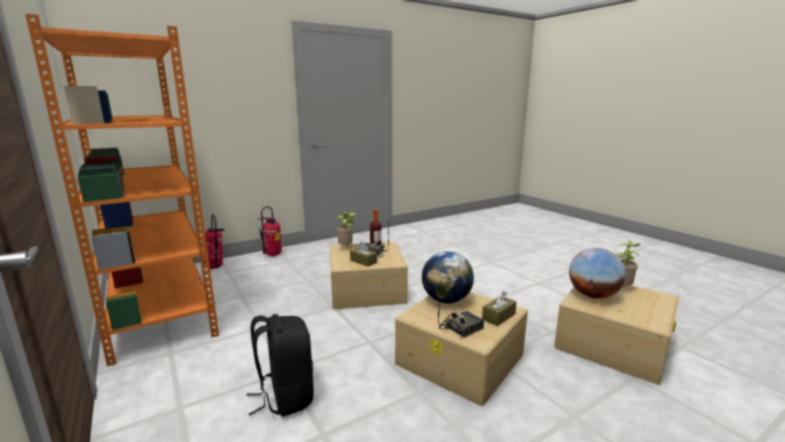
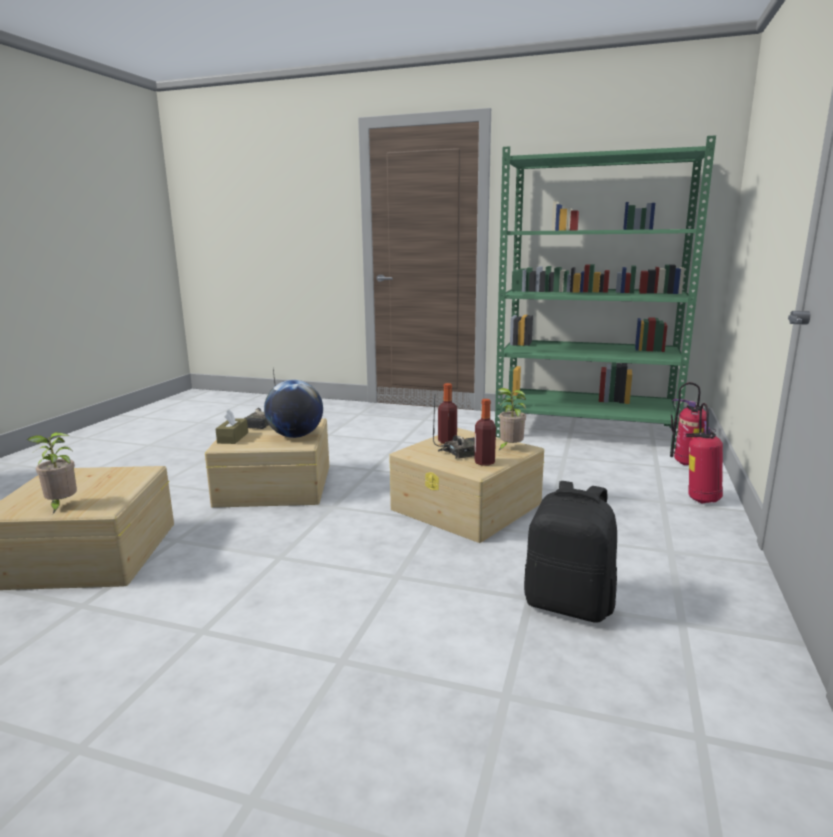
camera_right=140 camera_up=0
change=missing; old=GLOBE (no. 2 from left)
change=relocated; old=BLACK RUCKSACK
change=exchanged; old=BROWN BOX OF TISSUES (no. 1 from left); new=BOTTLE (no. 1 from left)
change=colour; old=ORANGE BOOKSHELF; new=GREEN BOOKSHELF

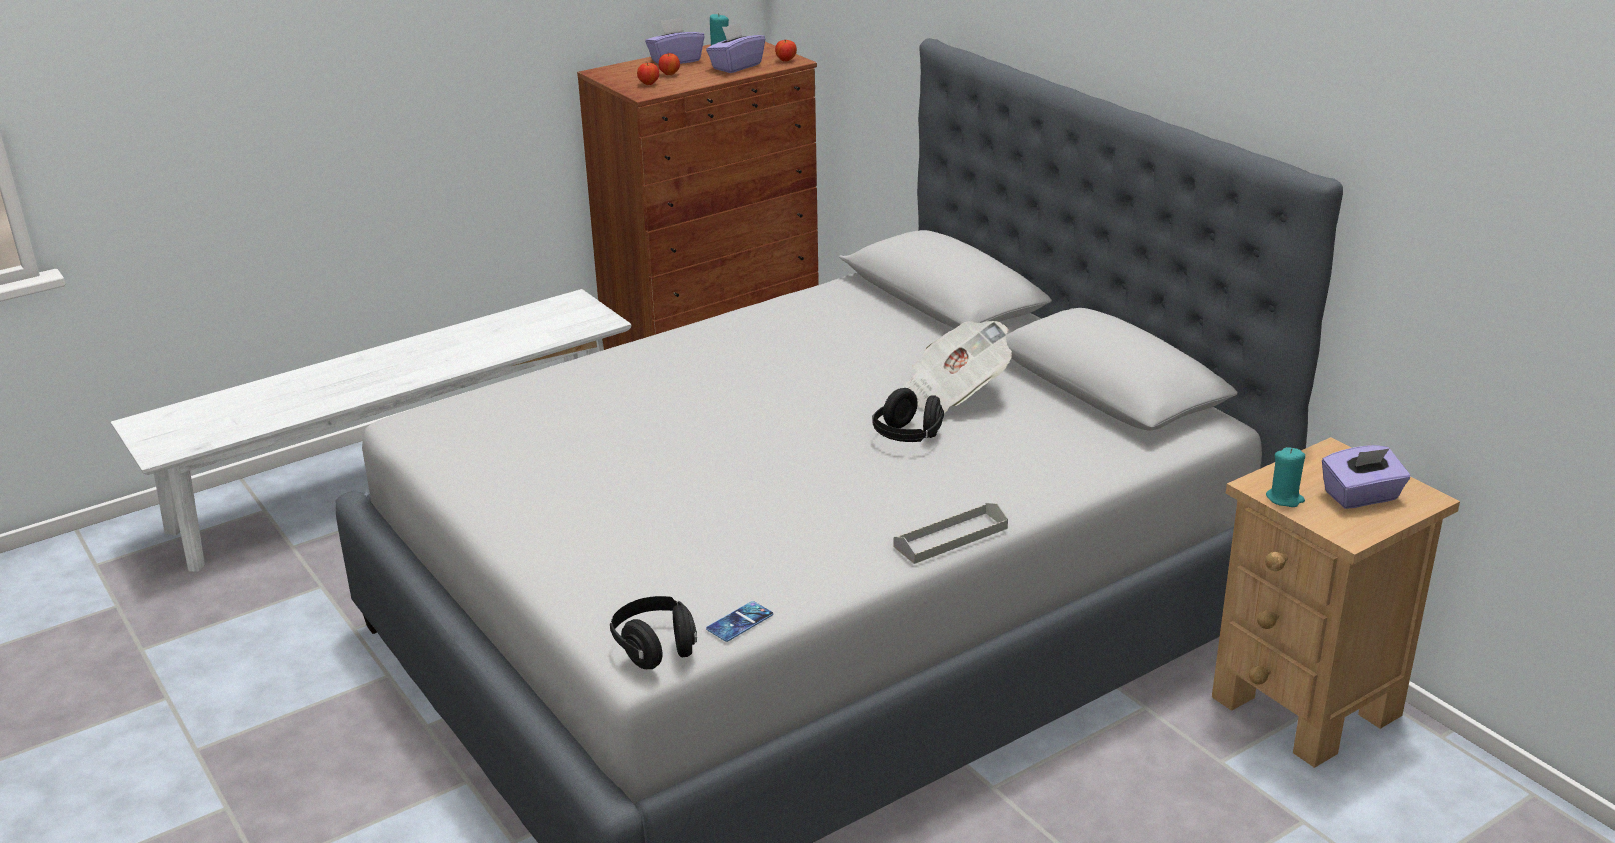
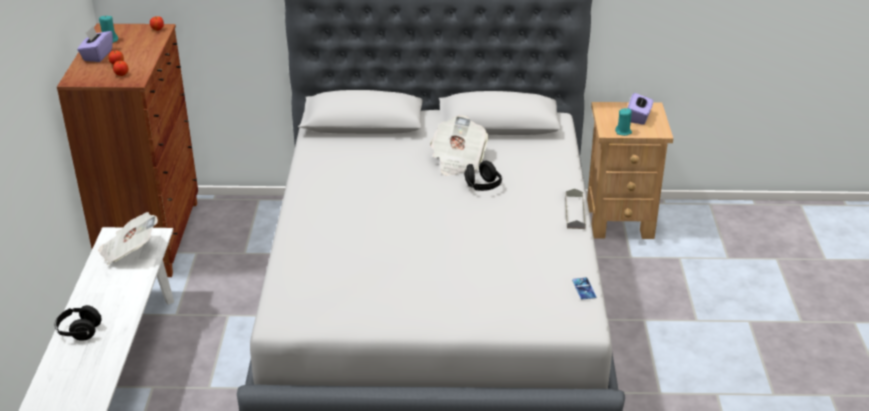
camera_right=-55 camera_up=5
change=missing; old=PURPLE-COLOURED BOX OF TISSUES (no. 2 from left)
change=appeared; new=DAILY PAPER (no. 1 from left)
change=relocated; old=BLACK HEADPHONES (no. 1 from left)

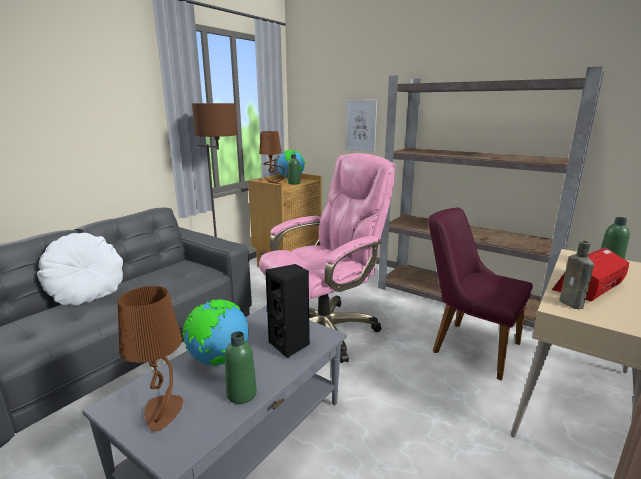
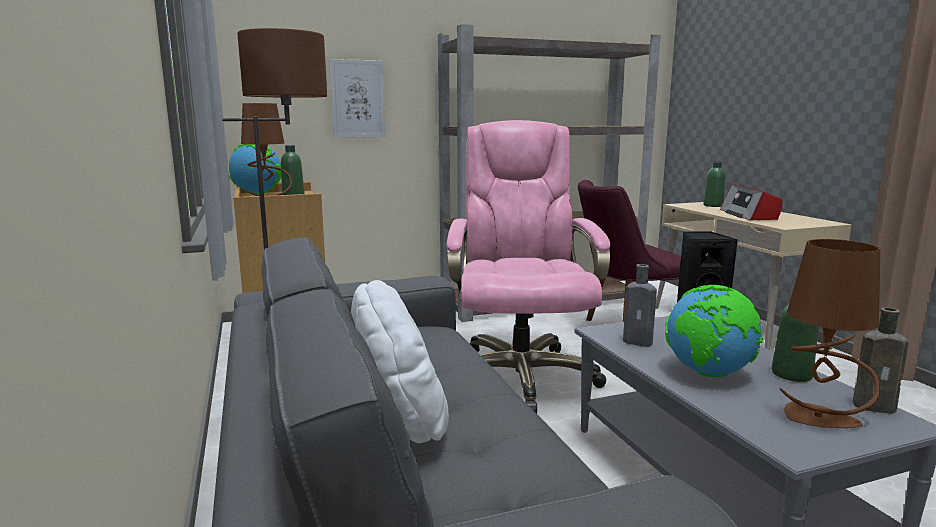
camera_right=-55 camera_up=-5
change=appeared; new=GREYISH BOTTLE
change=relocated; old=BROWN BOTTLE

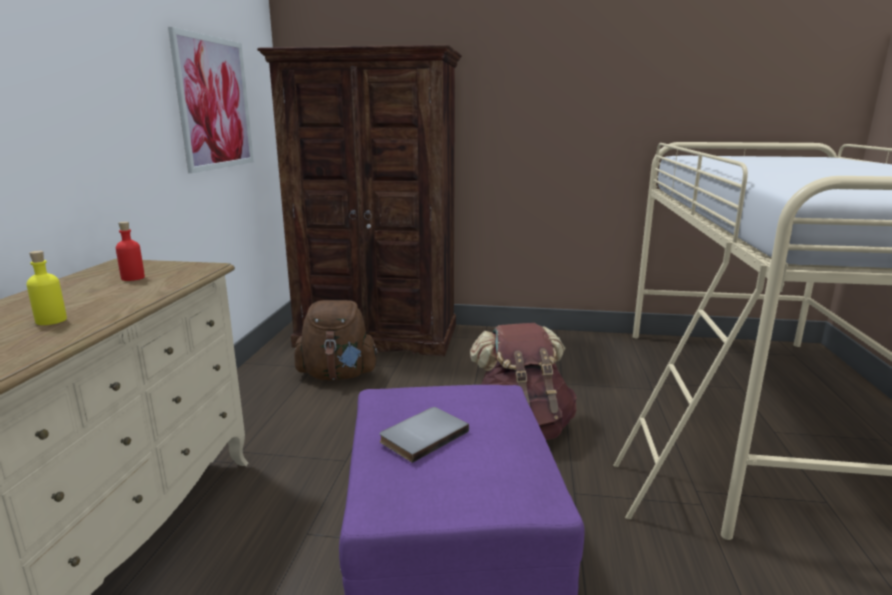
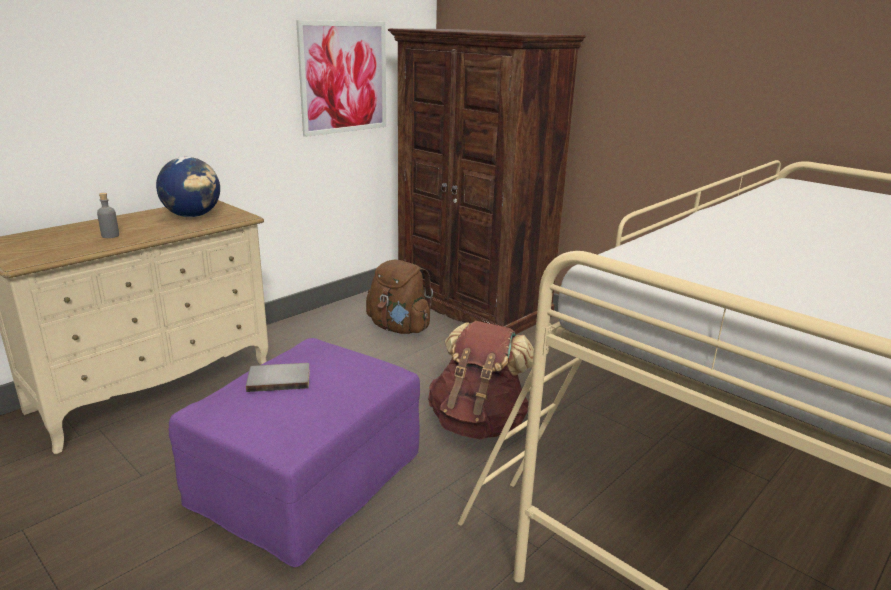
camera_right=35 camera_up=5
change=exchanged; old=RED-COLOURED BOTTLE; new=GLOBE
change=colour; old=YELLOW-COLOURED BOTTLE; new=GREYISH BOTTLE

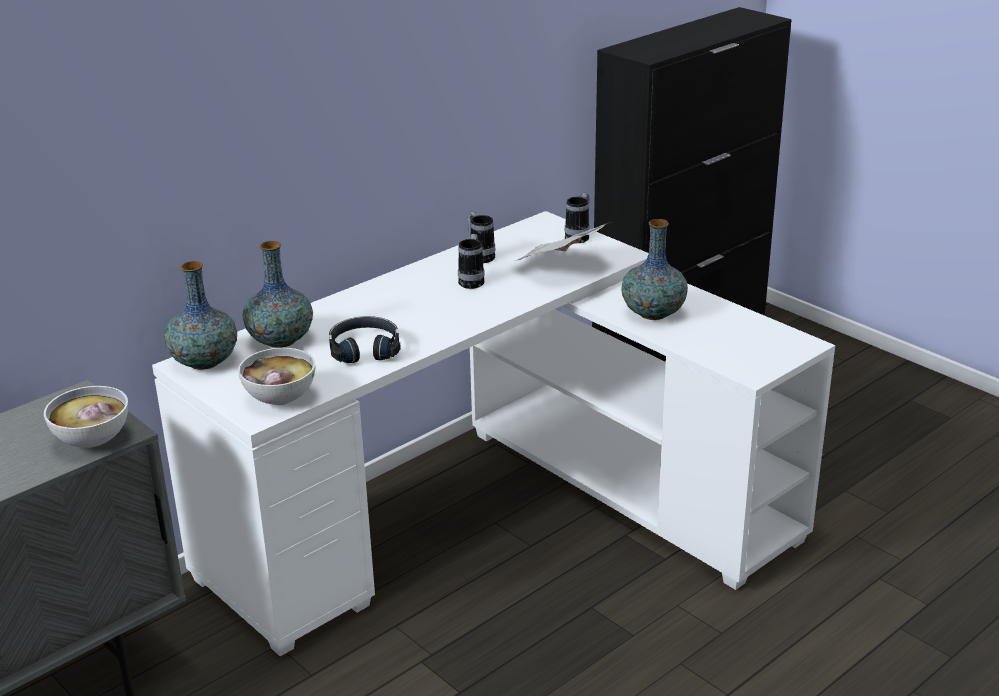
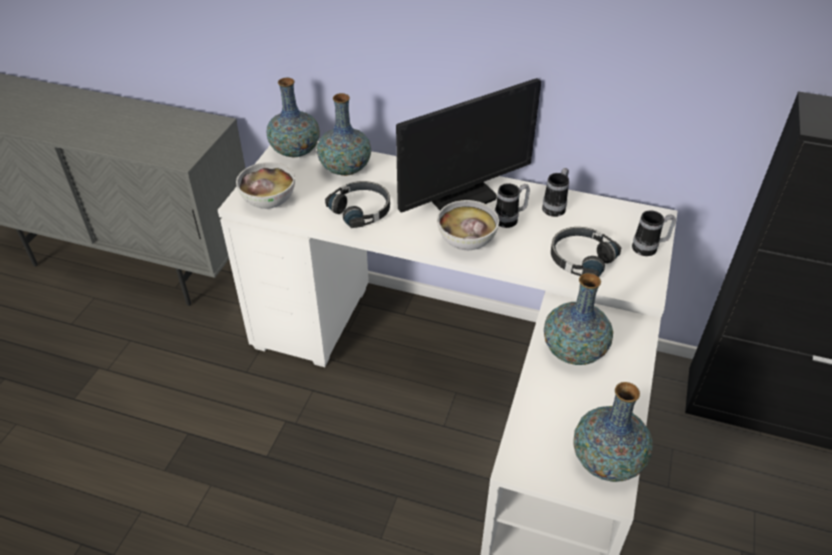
camera_right=60 camera_up=15
change=appeared; new=COMPUTER SCREEN
change=appeared; new=FLOWER VASE (no. 4 from left)
change=relocated; old=BOWL (no. 1 from left in the first image); new=BOWL (no. 2 from left)
change=exchanged; old=DAILY PAPER; new=BLACK HEADPHONES (no. 2 from left)

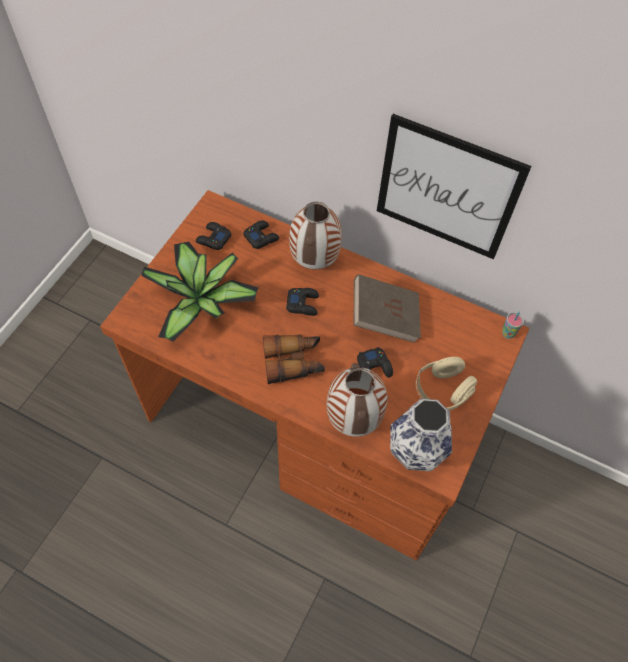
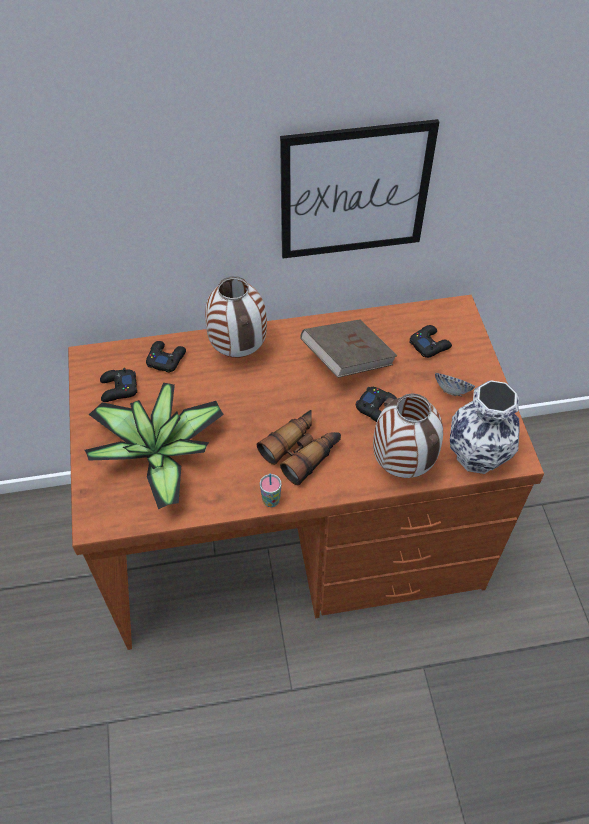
camera_right=-35 camera_up=-5
change=relocated; old=BLACK GAMEPAD (no. 3 from left in the first image); new=BLACK GAMEPAD (no. 4 from left)
change=relocated; old=DRINKING CUP
change=exchanged; old=BEIGE HEADPHONES; new=BOWL

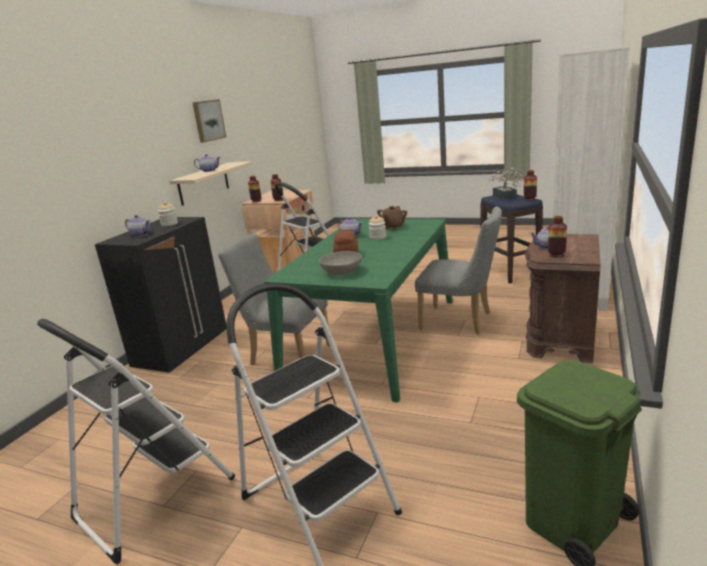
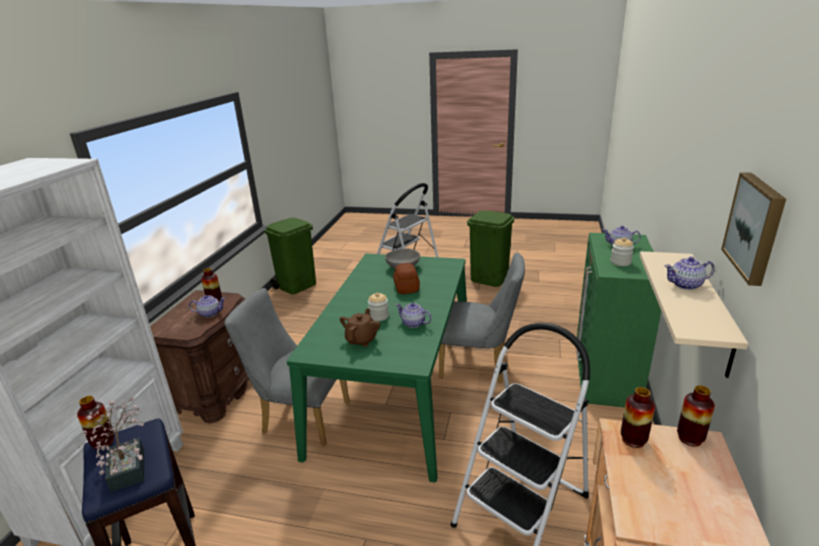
camera_right=170 camera_up=5
change=exchanged; old=STEP LADDER (no. 1 from left); new=GREEN WASTE BIN (no. 2 from left)
change=colour; old=BLACK STORAGE CABINET; new=GREEN STORAGE CABINET

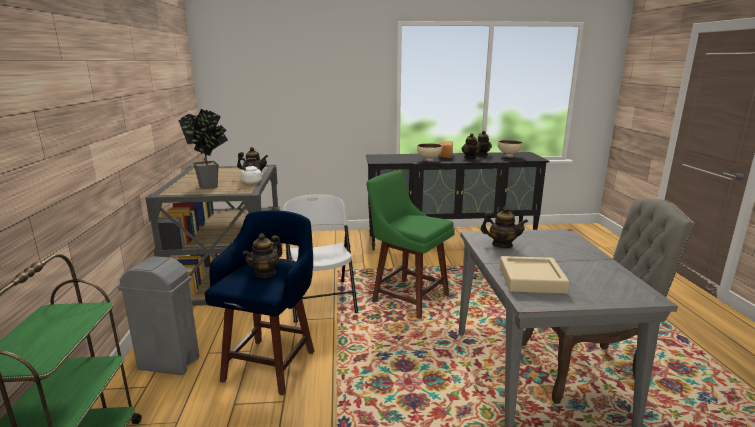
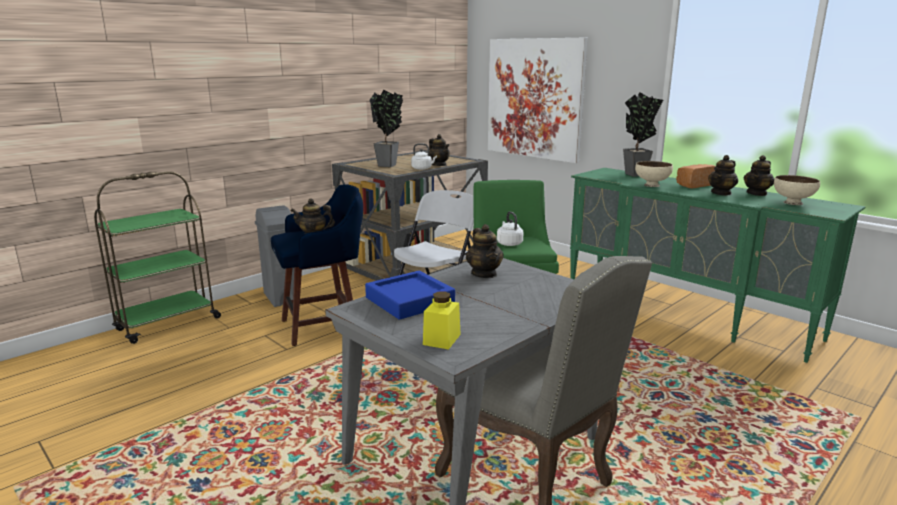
camera_right=50 camera_up=0
change=appeared; new=YELLOW-COLOURED STORAGE JAR
change=appeared; new=PICTURE
change=appeared; new=WHITISH WATER KETTLE (no. 2 from left)
change=appeared; new=PLANT IN A POT (no. 2 from left)
change=colour; old=BLACK STORAGE CABINET; new=GREEN STORAGE CABINET
change=colour; old=BEIGE CARRYING TRAY; new=BLUE CARRYING TRAY

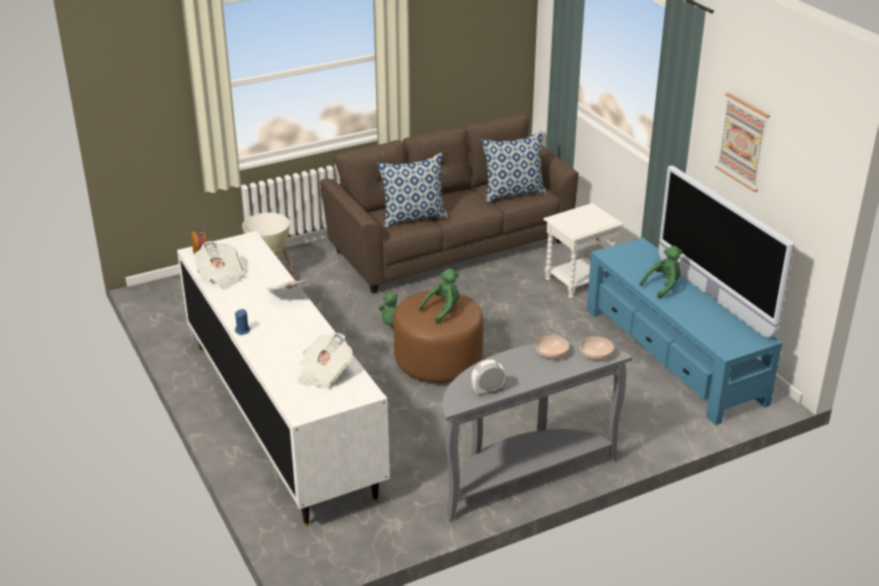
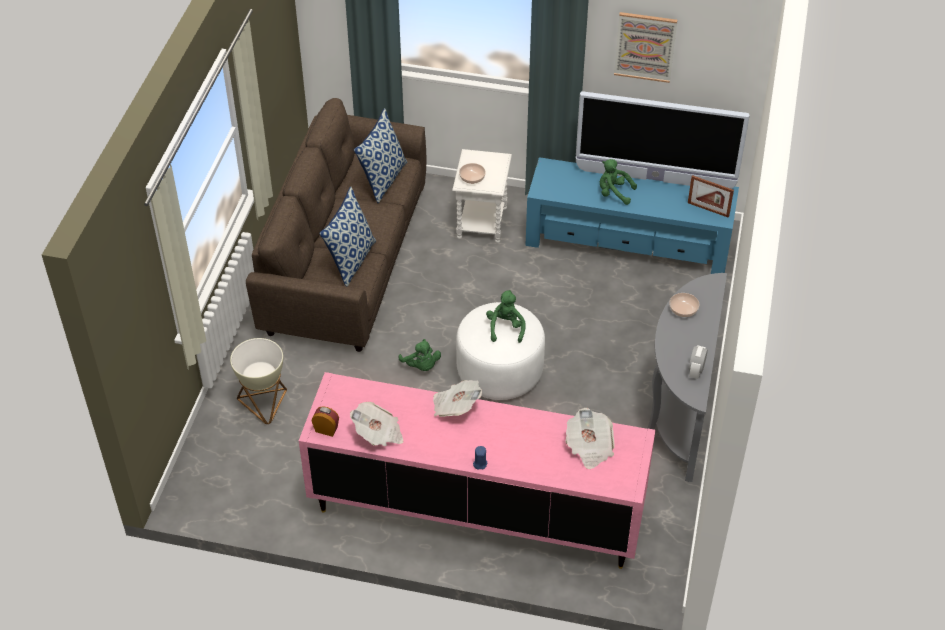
camera_right=-50 camera_up=15
change=appeared; new=STANDING FRAME
change=relocated; old=BOWL (no. 2 from left in the first image); new=BOWL (no. 1 from left)
change=colour; old=WHITISH STORAGE CABINET; new=PINK STORAGE CABINET
change=colour; old=BROWN POUFFE; new=WHITISH POUFFE
change=spun; old=GREEN SOFT TOY (no. 3 from left); degrees=-75

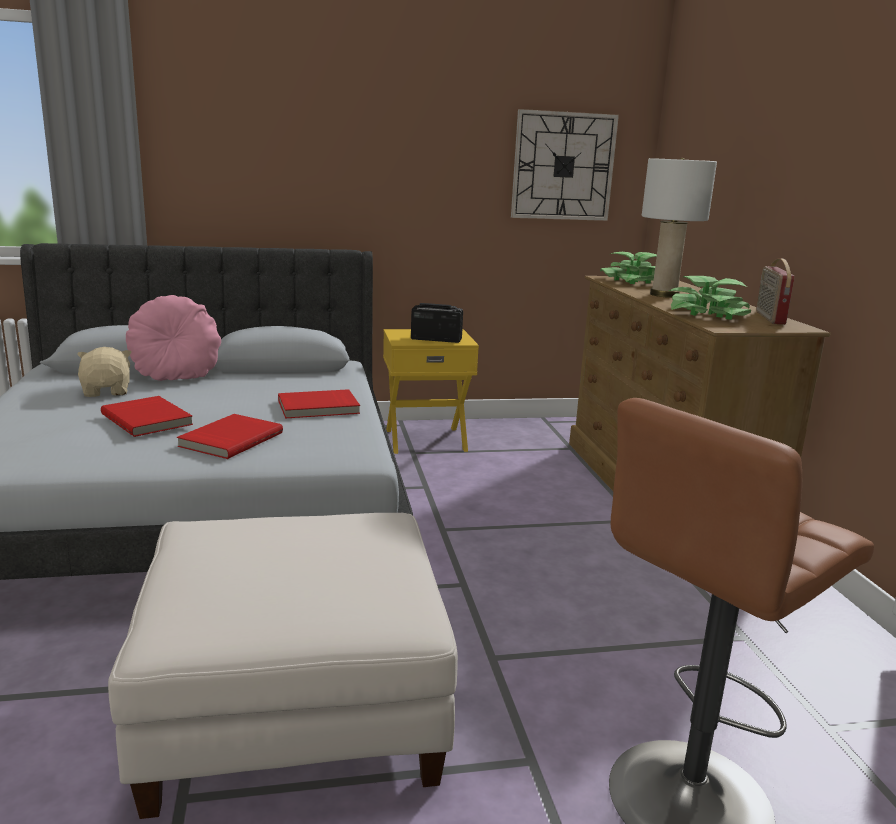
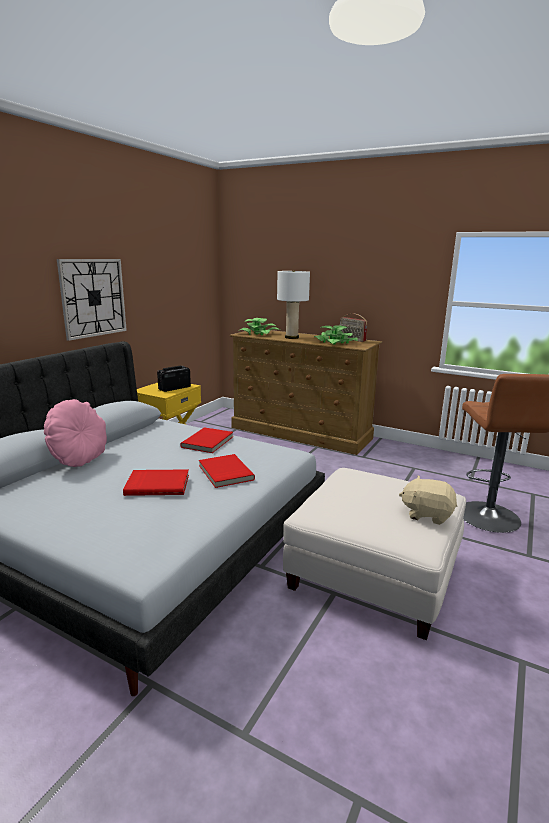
camera_right=-50 camera_up=0
change=relocated; old=BEIGE SOFT TOY
change=relocated; old=HANGING CLOCK

